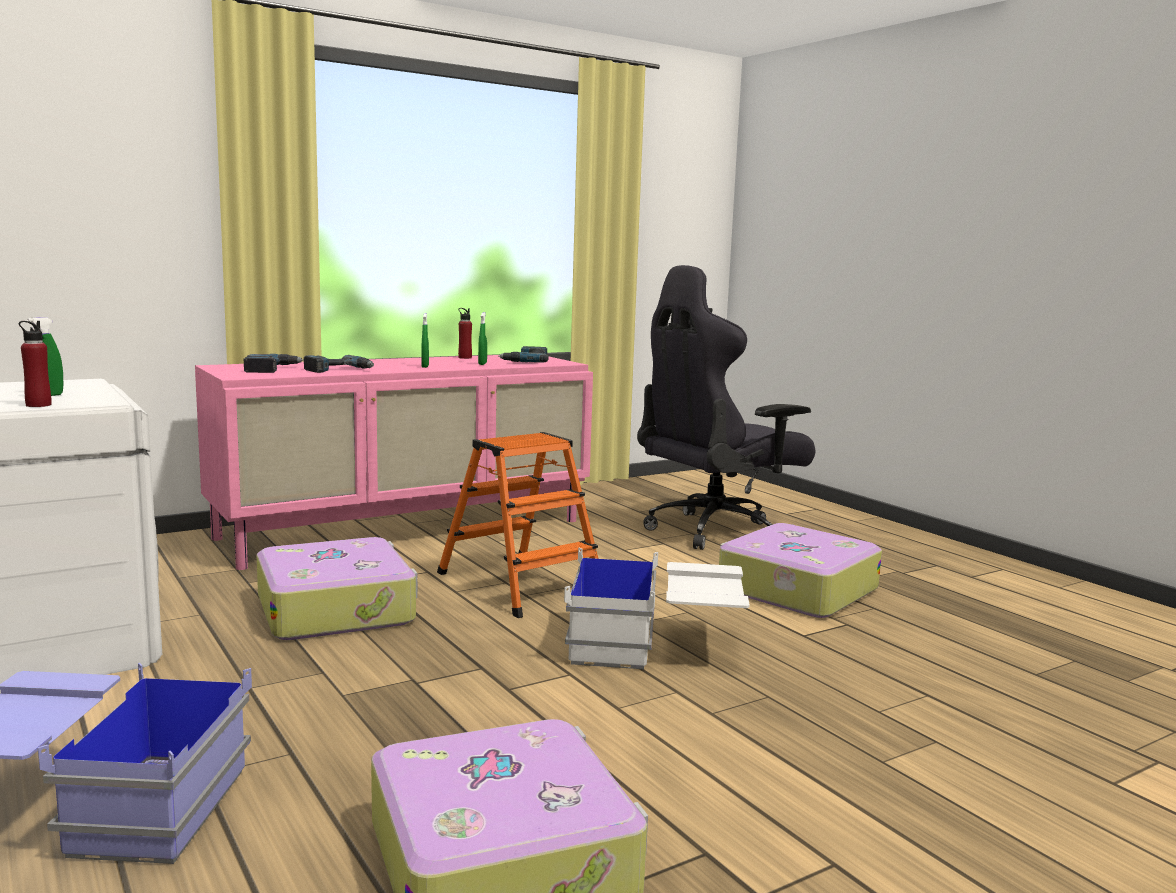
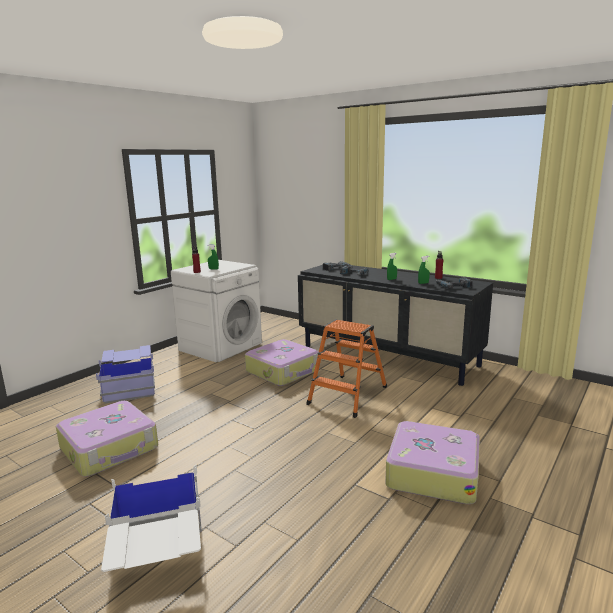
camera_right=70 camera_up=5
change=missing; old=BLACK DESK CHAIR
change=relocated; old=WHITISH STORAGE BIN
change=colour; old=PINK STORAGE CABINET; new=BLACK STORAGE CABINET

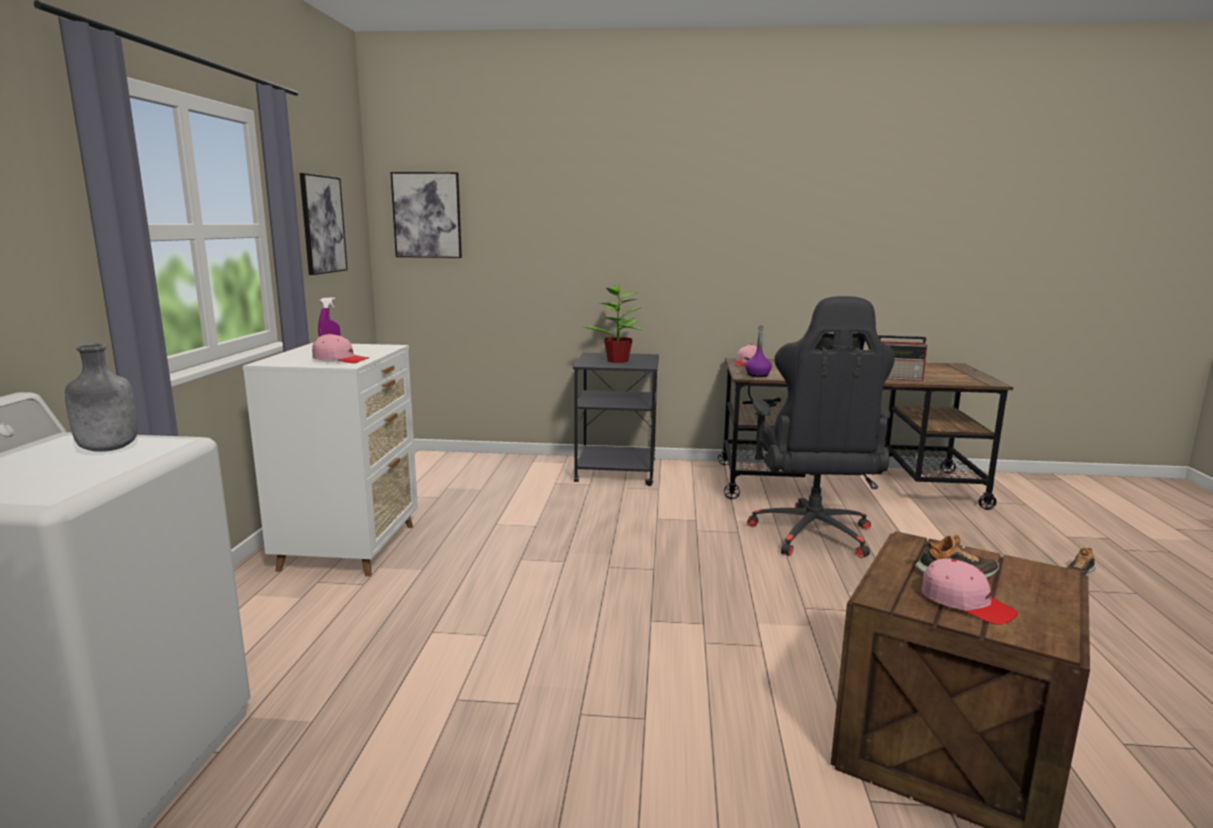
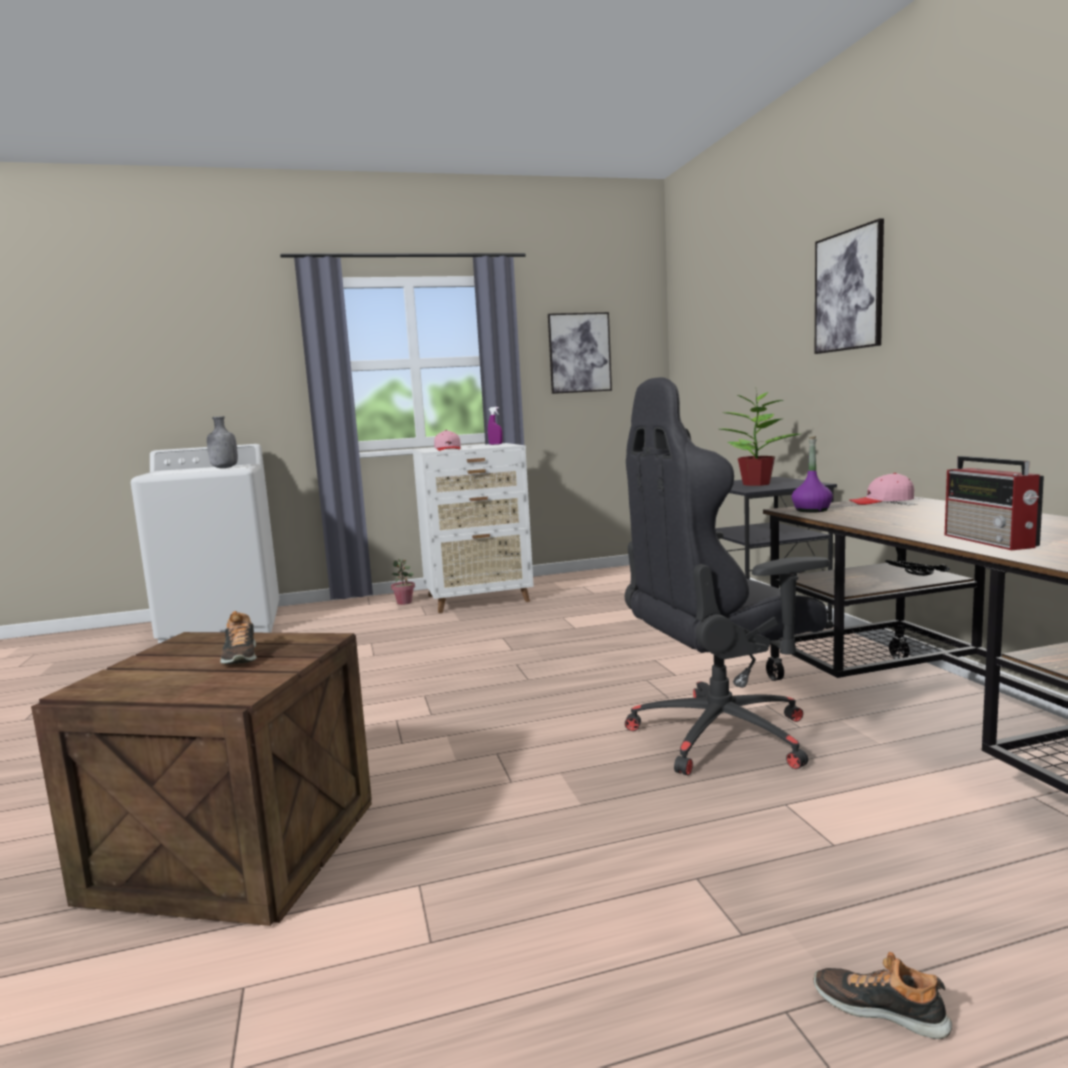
camera_right=70 camera_up=-5
change=missing; old=PINK BASEBALL CAP (no. 3 from left)
change=appeared; new=PLANT IN A POT (no. 1 from left)
change=relocated; old=PICTURE (no. 2 from left)

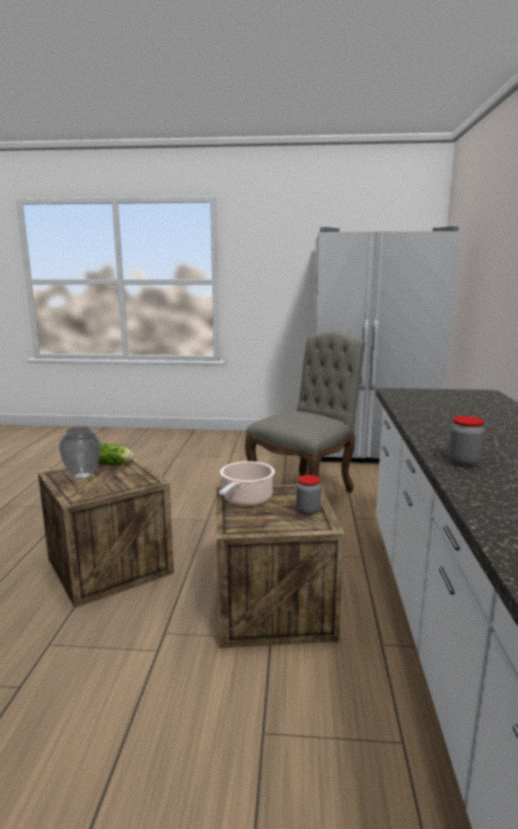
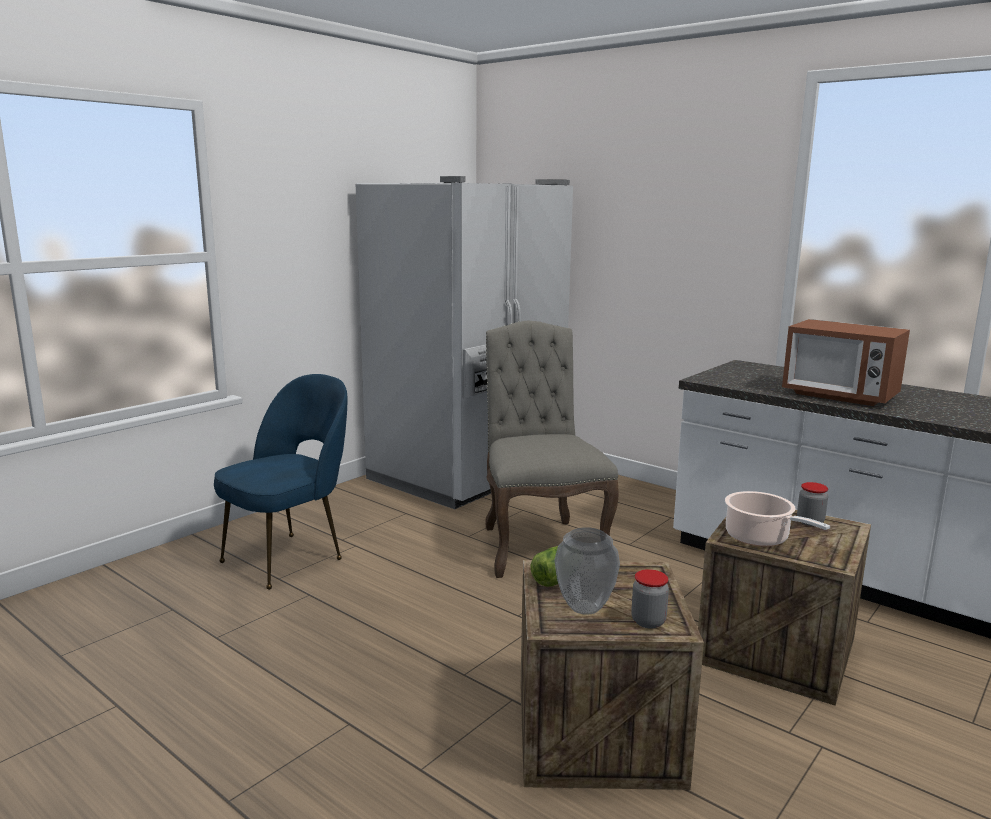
camera_right=-55 camera_up=0
change=appeared; new=BLUE UPRIGHT CHAIR
change=appeared; new=KITCHEN MICROWAVE
change=relocated; old=STORAGE JAR (no. 2 from left in the first image); new=STORAGE JAR (no. 1 from left)

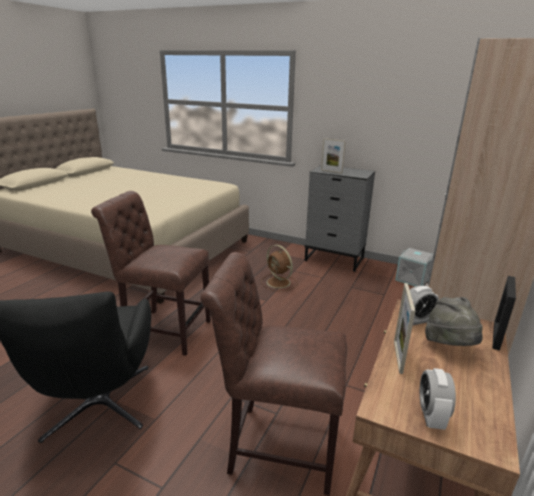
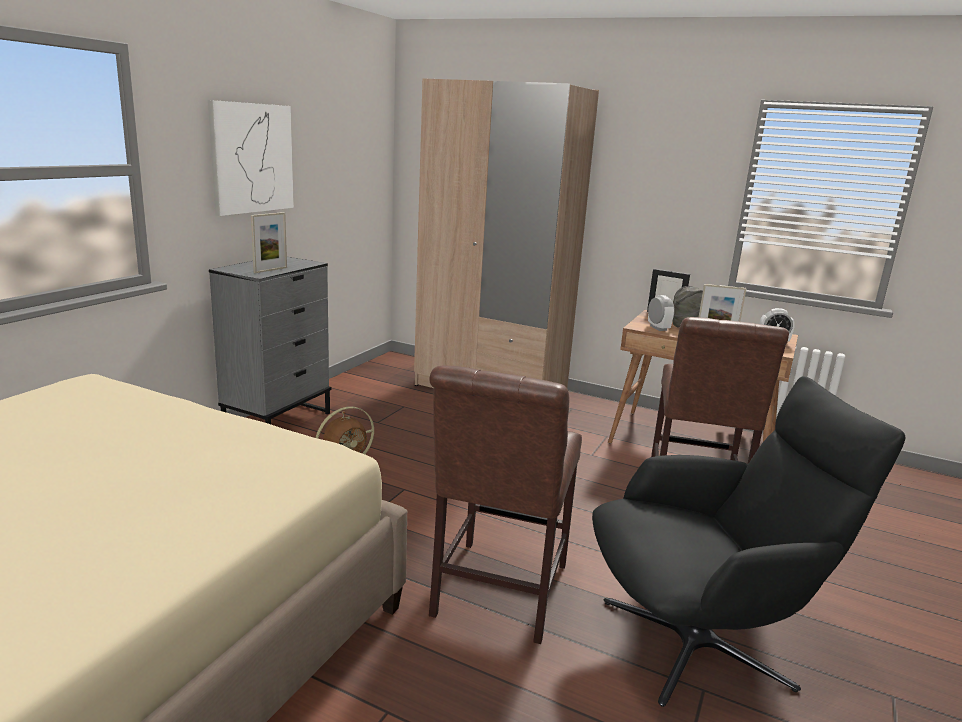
camera_right=-90 camera_up=-5
change=missing; old=GREYISH STORAGE BIN
change=appeared; new=PICTURE

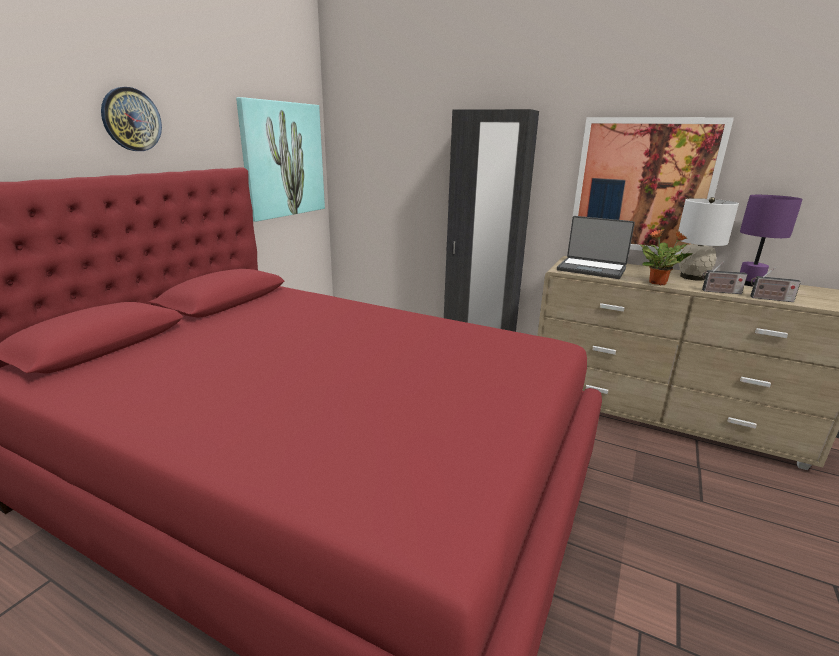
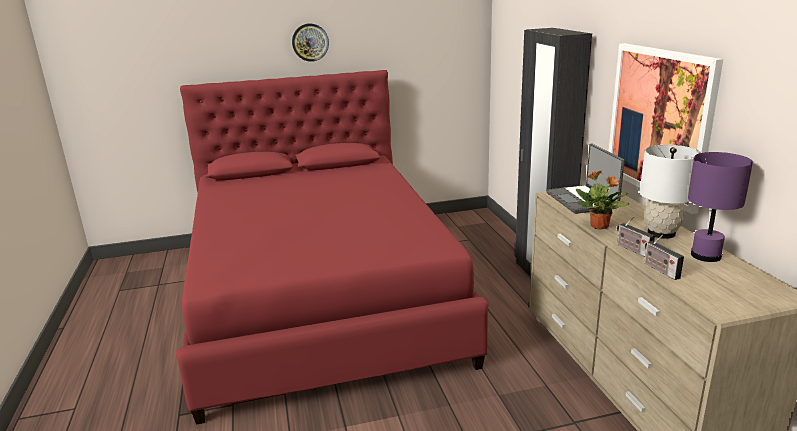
camera_right=50 camera_up=0
change=missing; old=PICTURE (no. 1 from left)

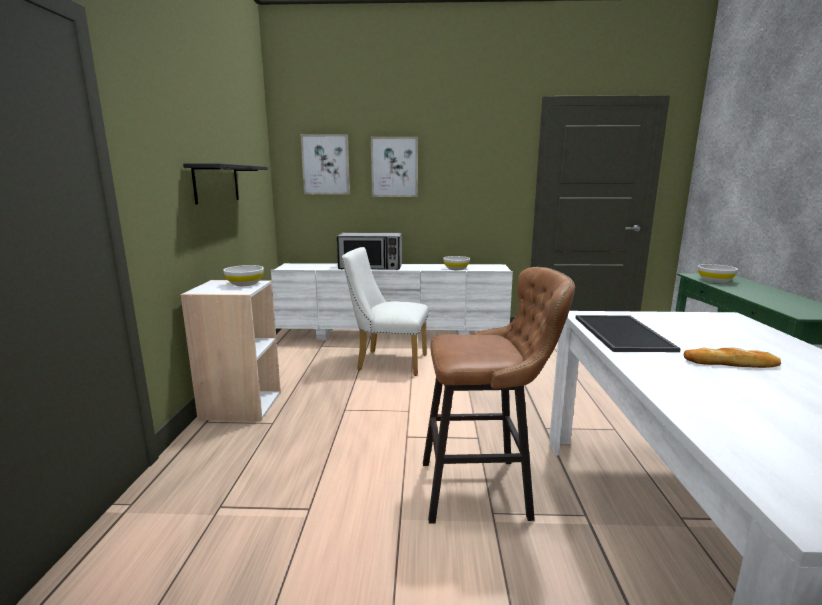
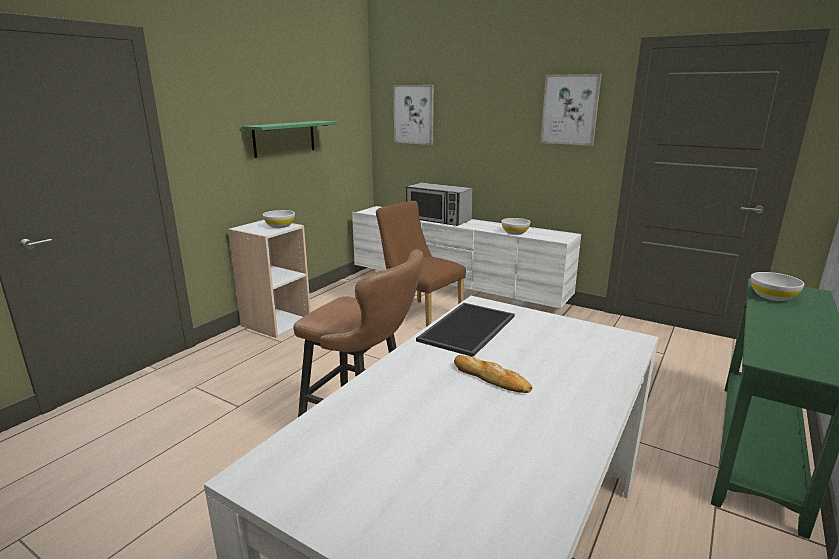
camera_right=30 camera_up=5
change=relocated; old=PICTURE (no. 2 from left)
change=colour; old=BLACK BRACKET SHELF; new=GREEN BRACKET SHELF
change=colour; old=WHITISH UPRIGHT CHAIR; new=BROWN UPRIGHT CHAIR

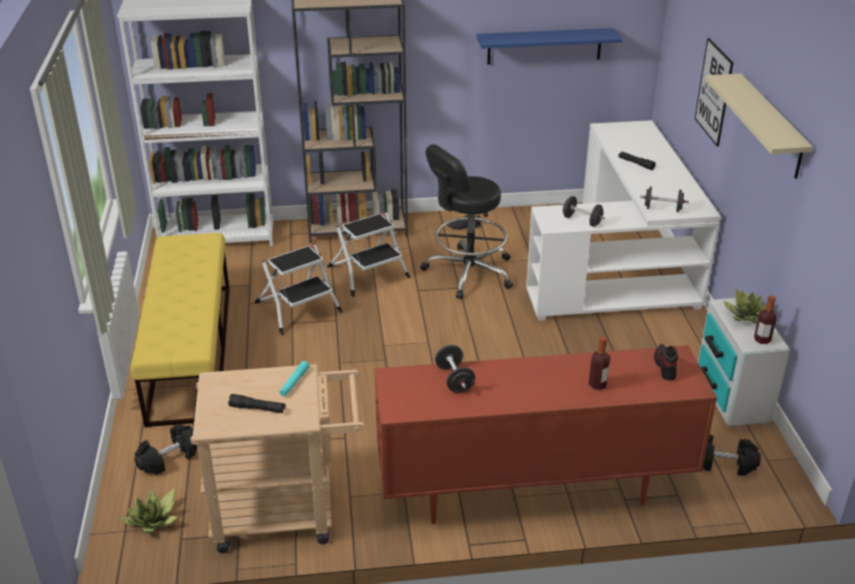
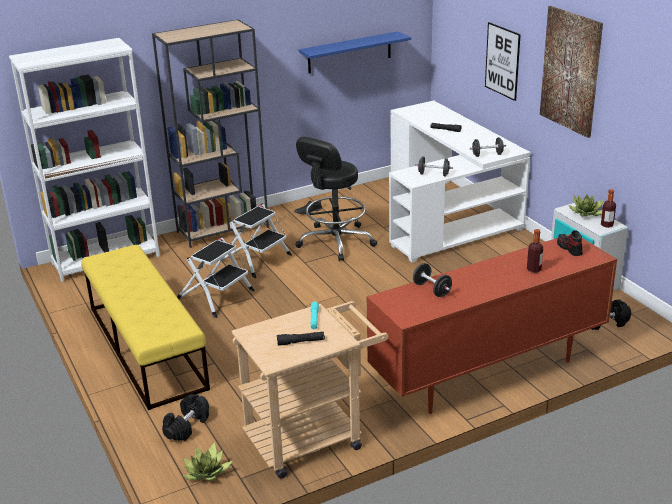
camera_right=-20 camera_up=-5
change=exchanged; old=BEIGE BRACKET SHELF; new=PICTURE (no. 2 from left)

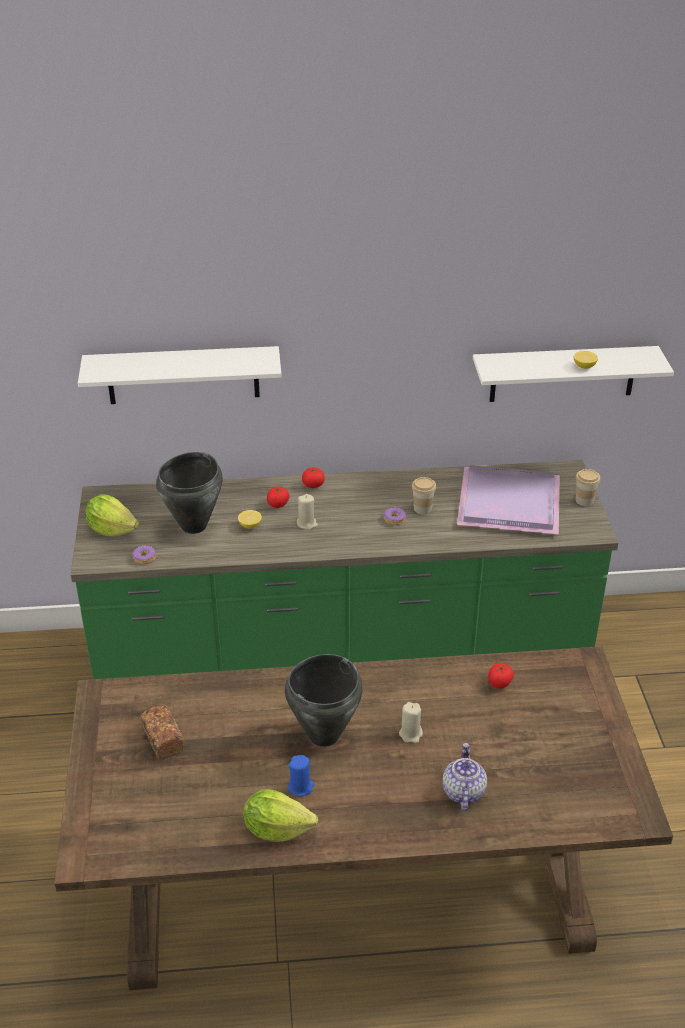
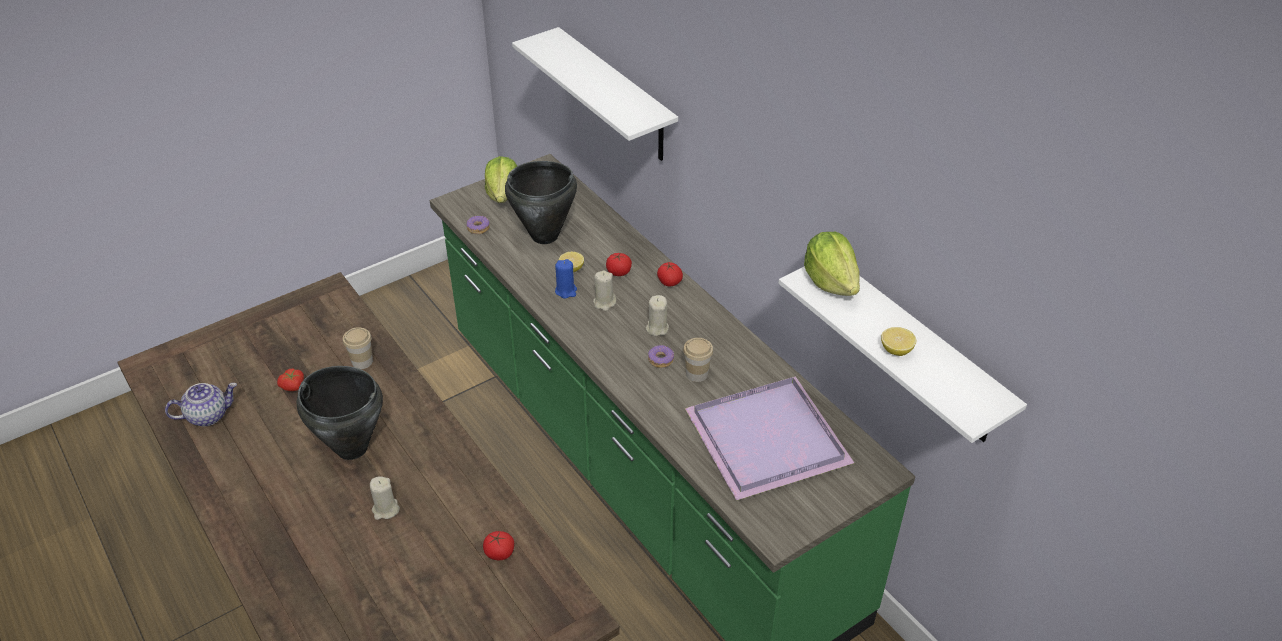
camera_right=60 camera_up=5
change=missing; old=BREAD
change=appeared; new=WHOLE TOMATO (no. 1 from left)
change=appeared; new=BEIGE WAX CANDLE (no. 3 from left)
change=relocated; old=LETTUCE HEAD (no. 2 from left)
change=relocated; old=BLUE WAX CANDLE
change=relocated; old=POT FOR TEA
change=relocated; old=DRINKING CUP (no. 2 from left in the first image); new=DRINKING CUP (no. 1 from left)

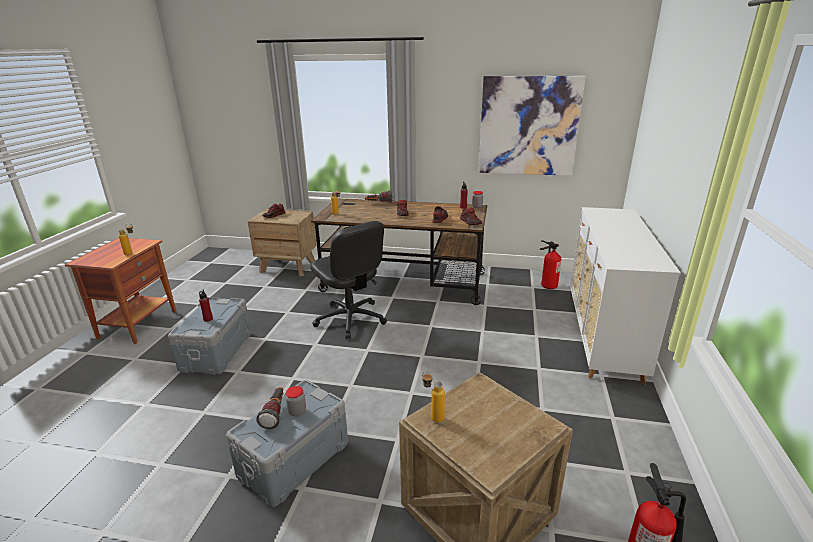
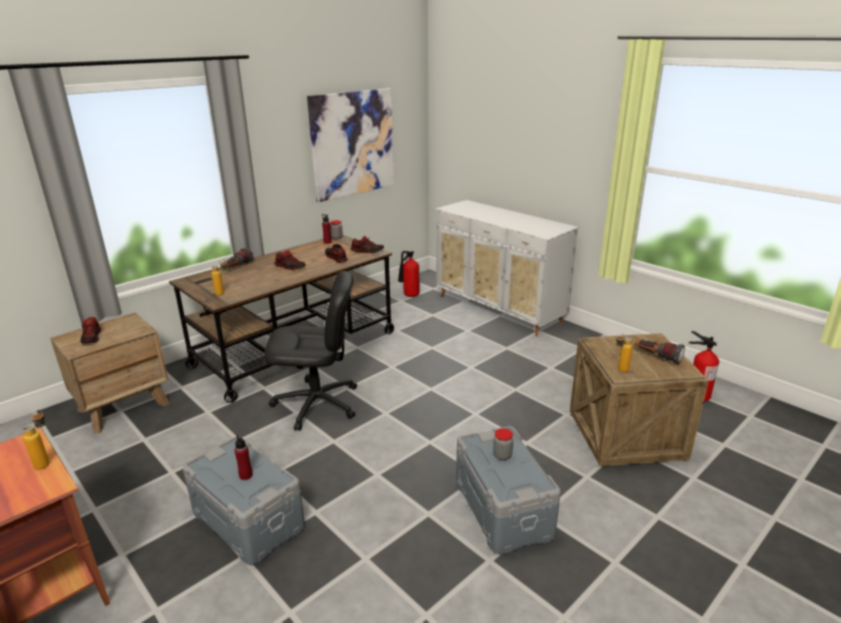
camera_right=-55 camera_up=0
change=relocated; old=HAND TORCH (no. 1 from left in the first image); new=HAND TORCH (no. 2 from left)

